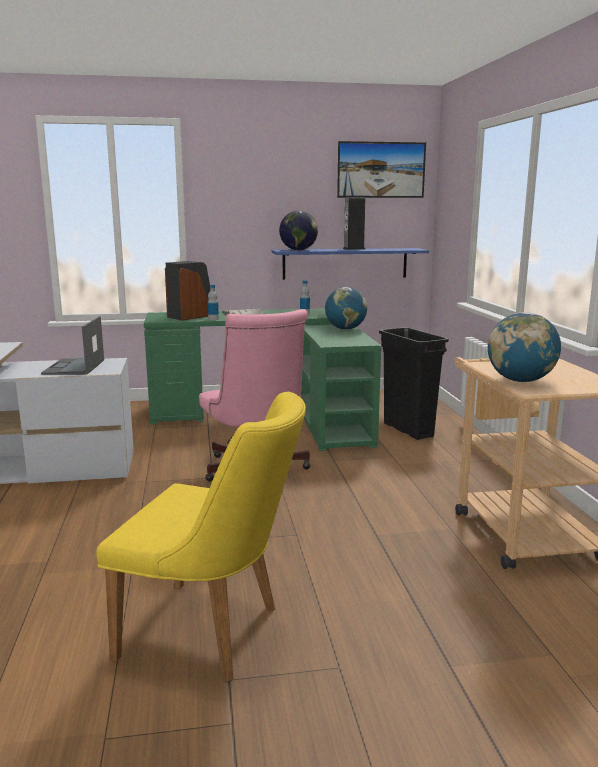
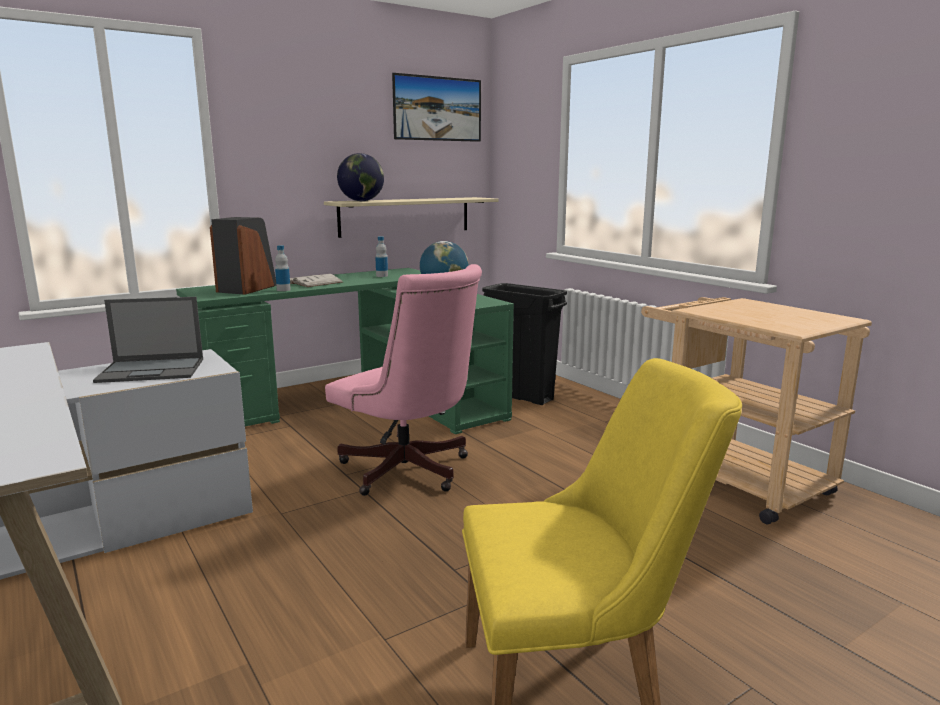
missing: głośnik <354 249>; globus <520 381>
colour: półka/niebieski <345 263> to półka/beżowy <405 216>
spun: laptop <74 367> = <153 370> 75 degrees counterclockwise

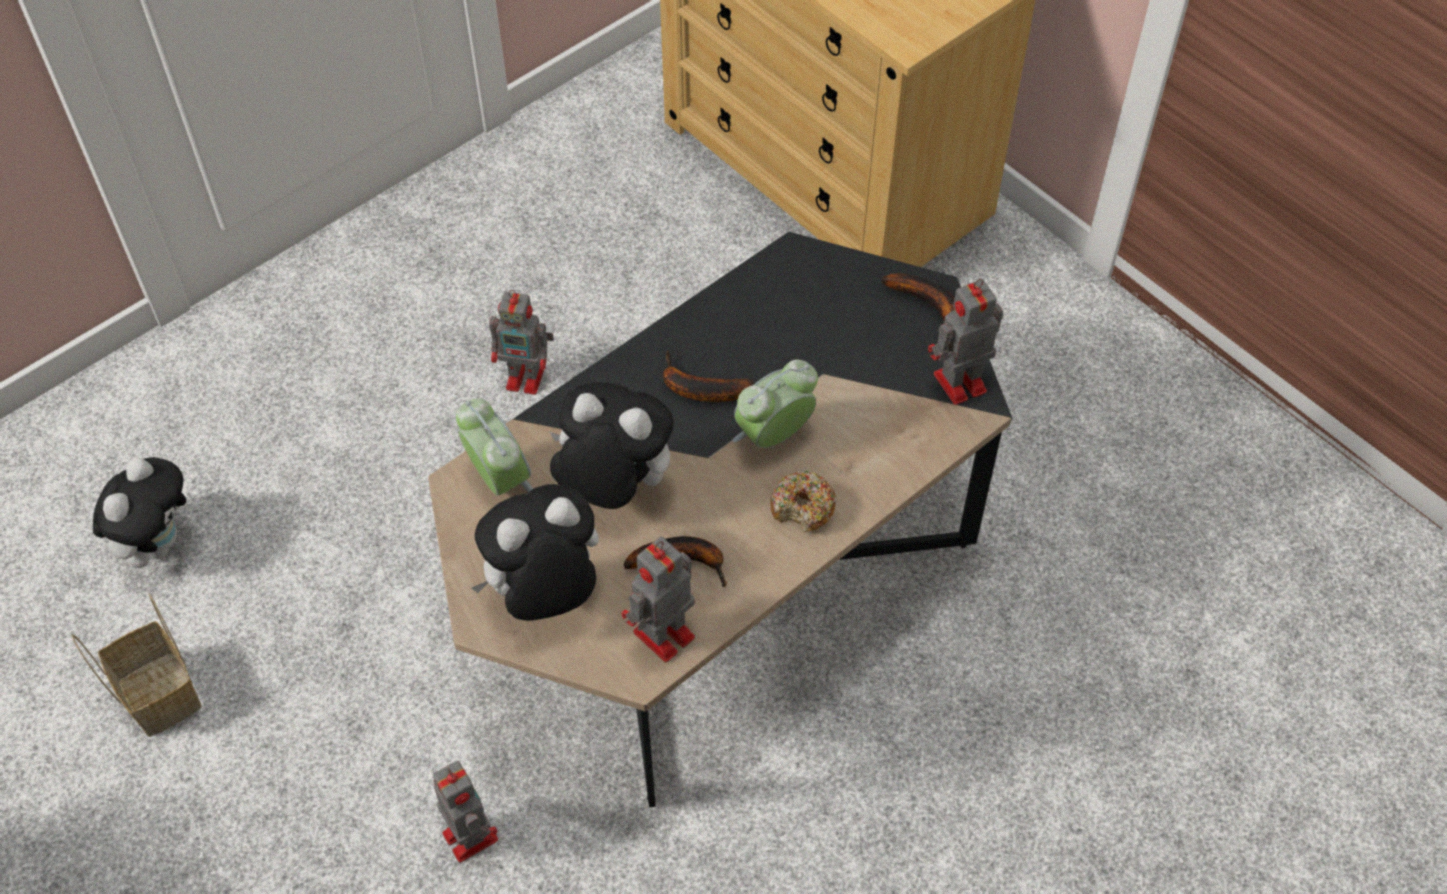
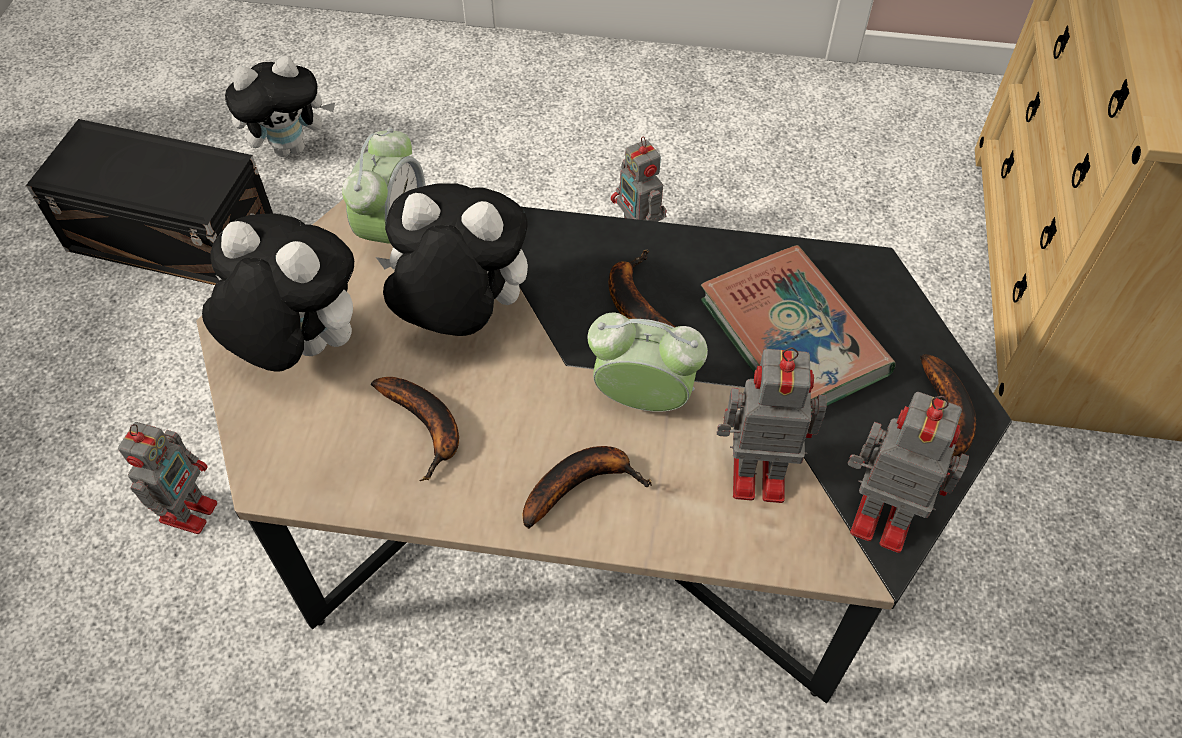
appeared: książka <792 338>
relocated: robot zabawkowy <661 636> to <754 474>
exchanged: koszyk <157 693> to pojemnik do przechowywania/czarny <170 233>; donut <803 507> to banan <582 484>
spun: pluszak <612 488> = <460 317> 60 degrees counterclockwise

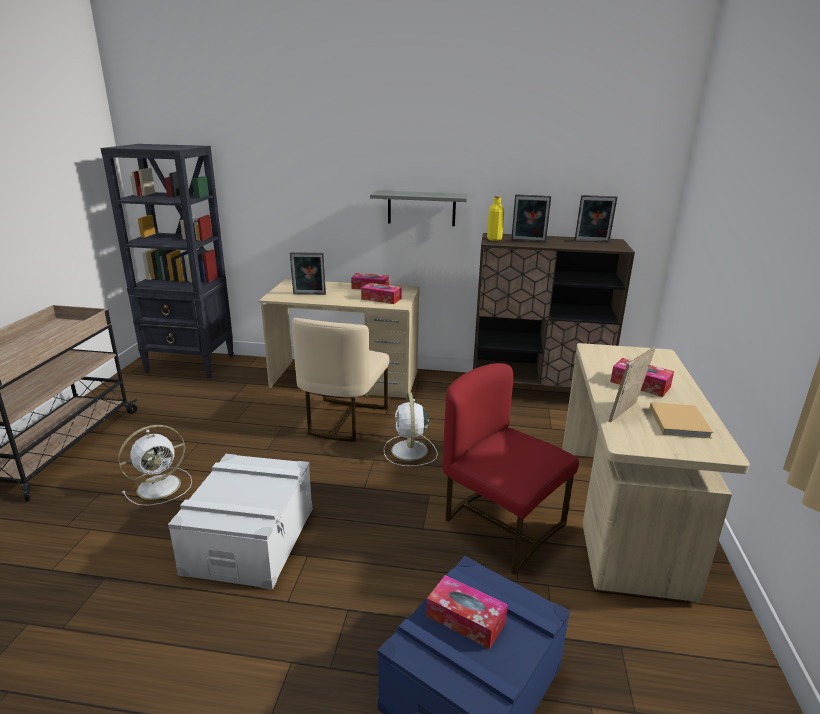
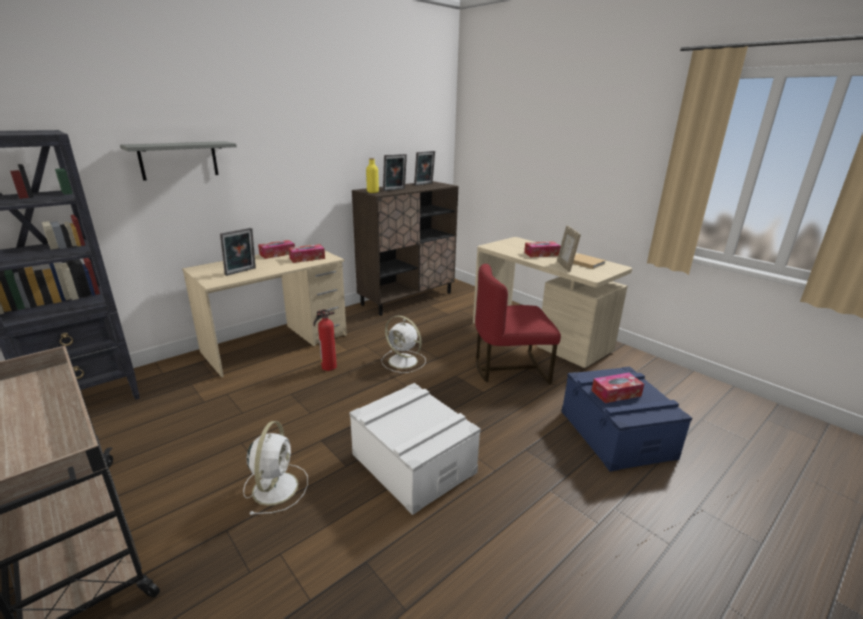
relocated: półka/szary <421 208> to <179 160>
exchanged: krzesło/beżowy <343 420> to gaśnica <328 367>

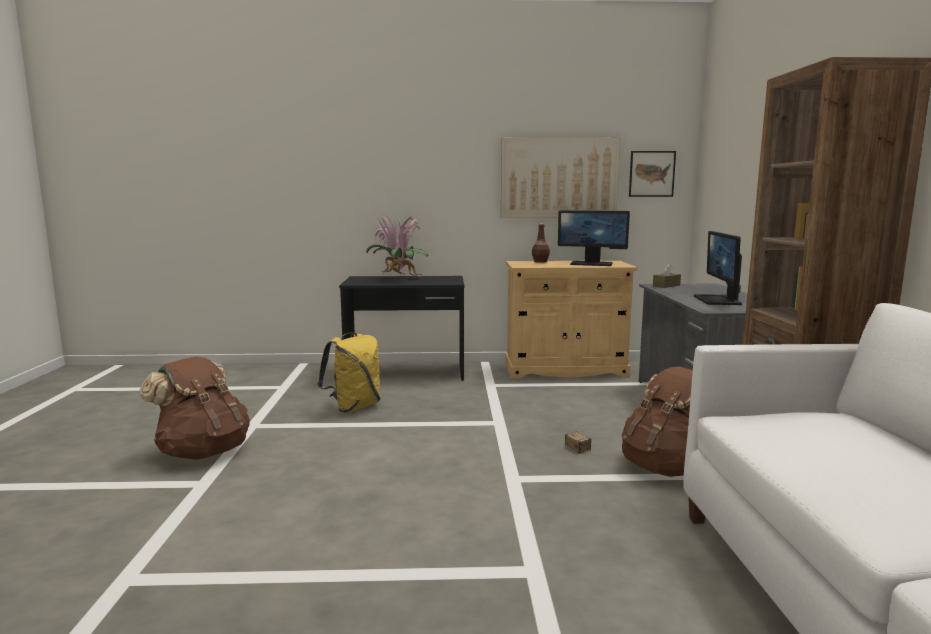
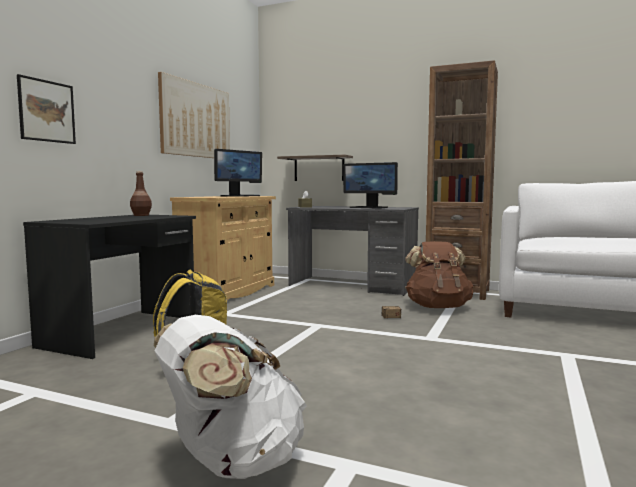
missing: roślina doniczkowa <397 278>
appeared: półka <319 168>
relocated: butelka/brązowy <540 261> to <141 215>; obraz <651 174> to <46 111>
colour: plecak/brązowy <203 452> to plecak/biały <231 462>

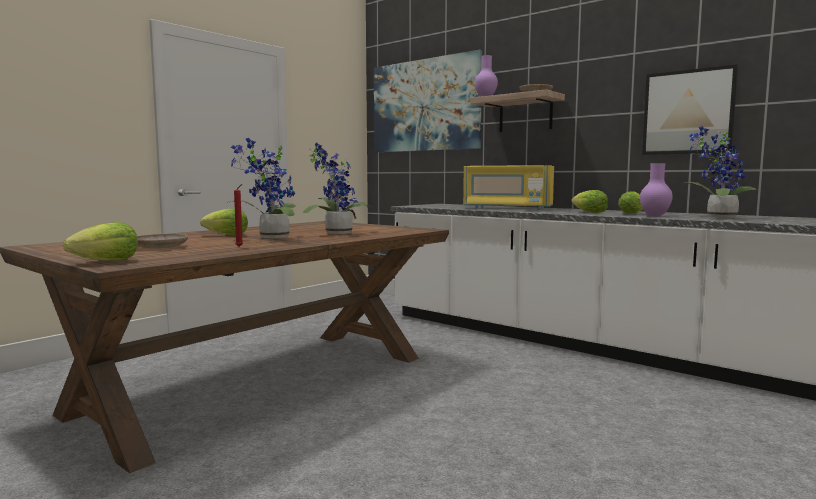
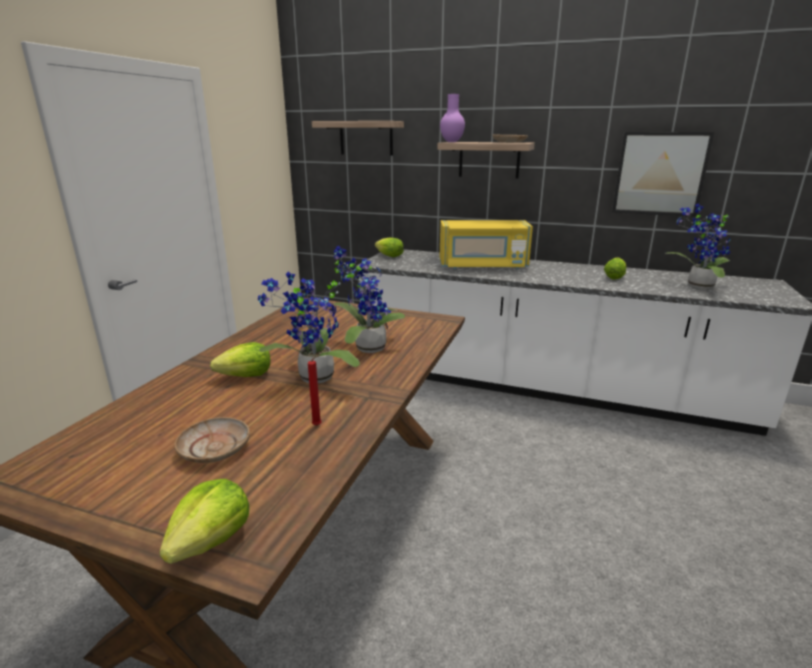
missing: wazon/fioletowy <655 216>
relocated: sałata <589 212> to <389 256>
exchanged: obraz <425 105> to półka <366 138>

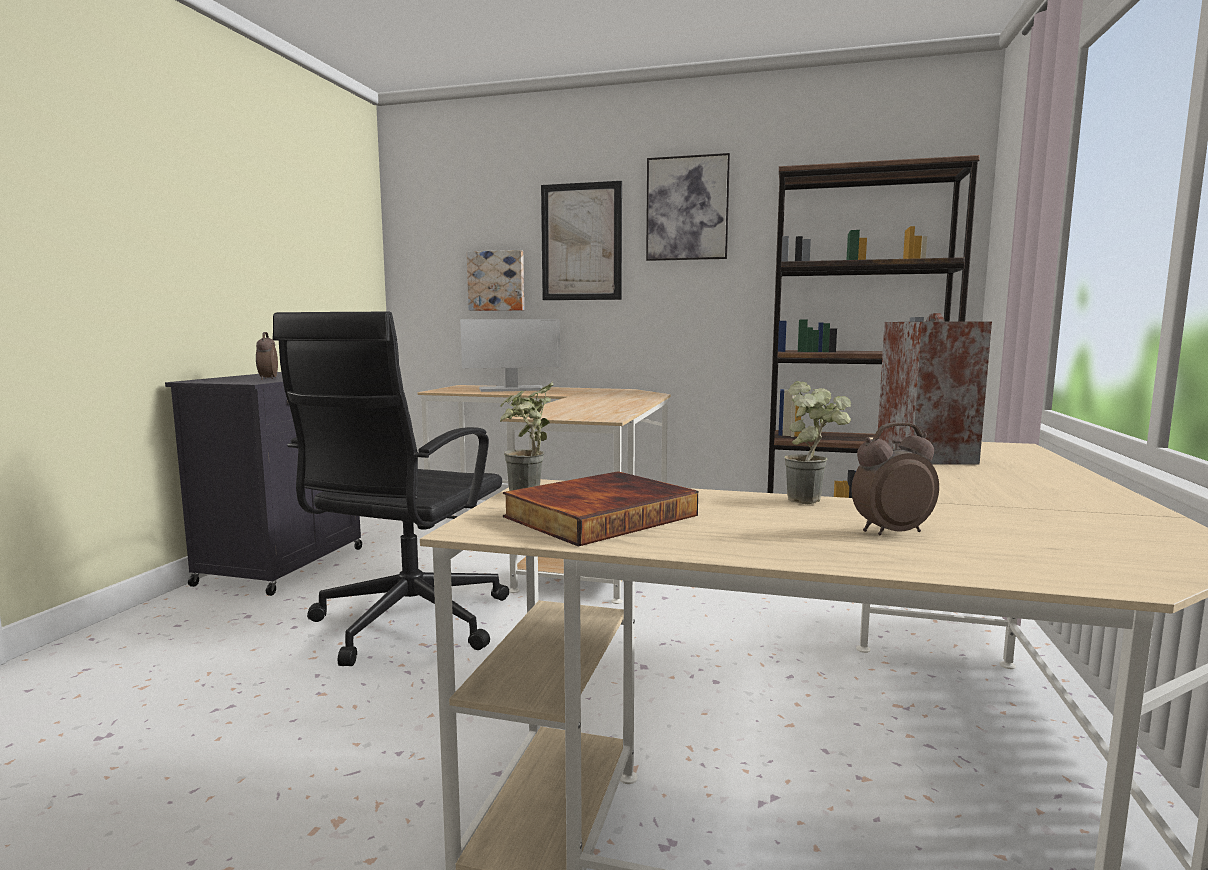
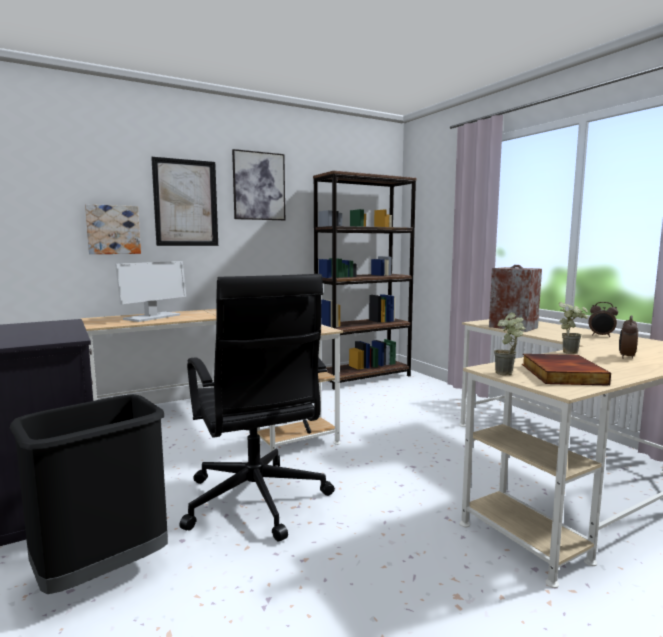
appeared: kosz na śmieci/czarny <102 574>
relocated: budzik <267 379> to <601 336>

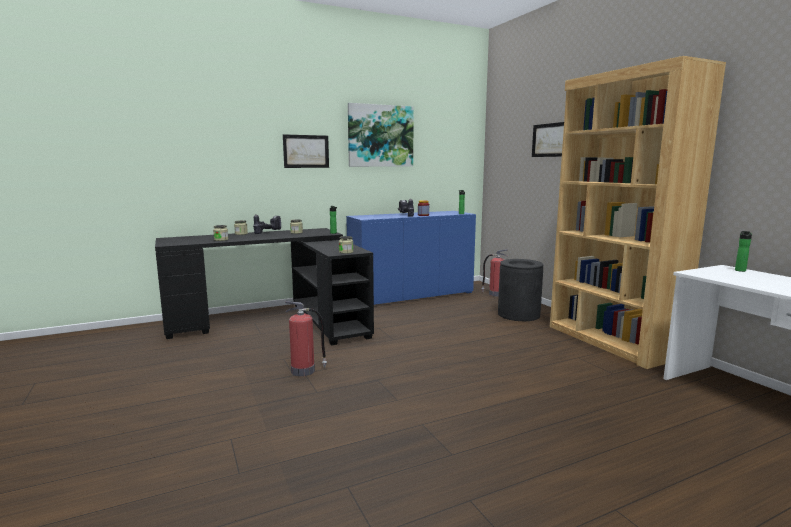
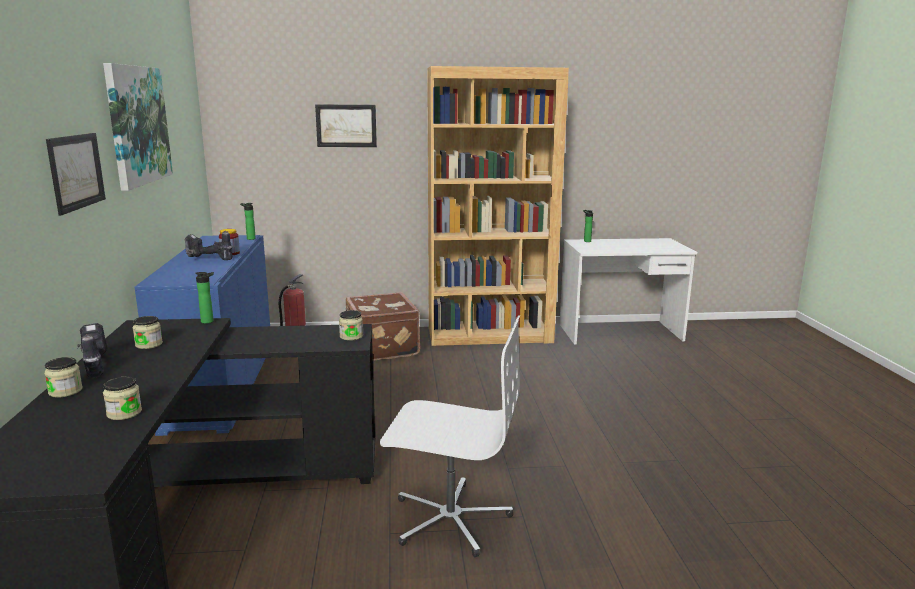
exchanged: gaśnica <304 371> to krzesło biurowe/biały <450 518>; kosz na śmieci/czarny <518 314> to walizka/brązowy <381 348>

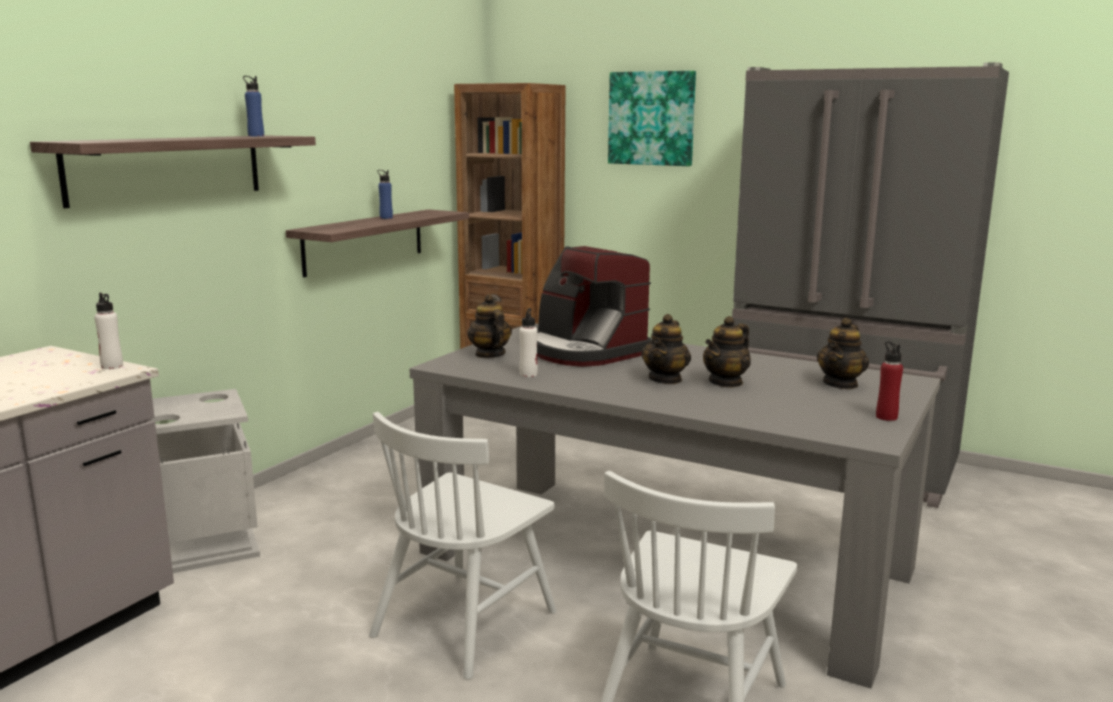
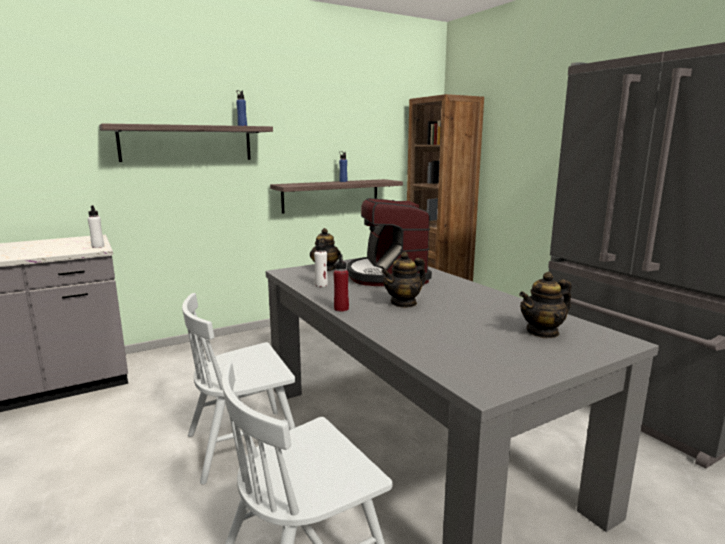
missing: kosz na śmieci/szary <203 545>; obraz <651 118>; imbryk <726 382>
relocated: butelka/czerwony <886 417> to <341 309>

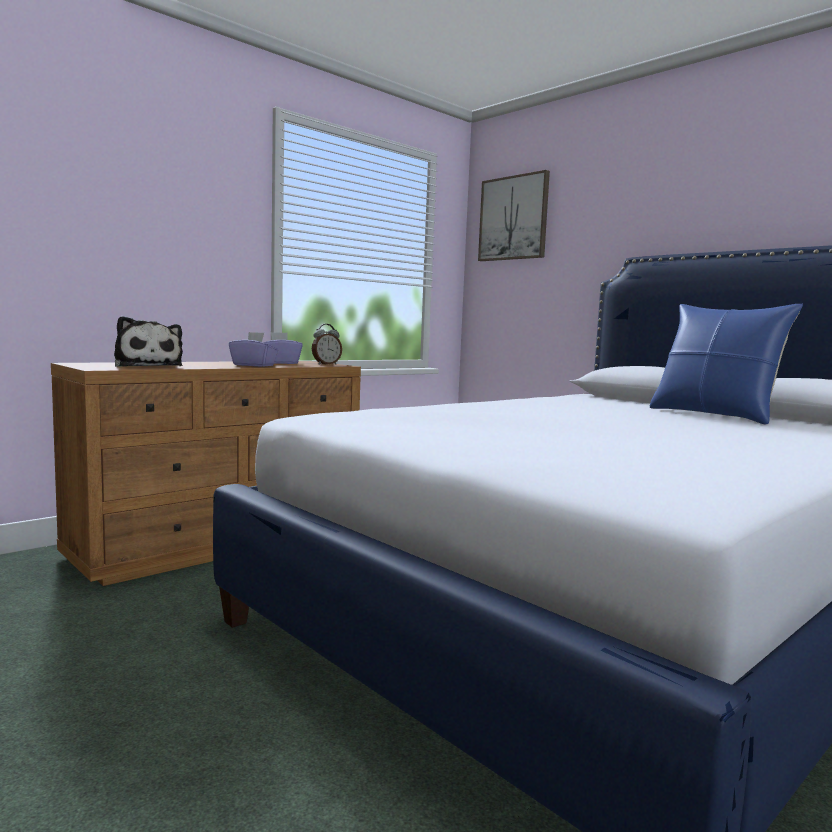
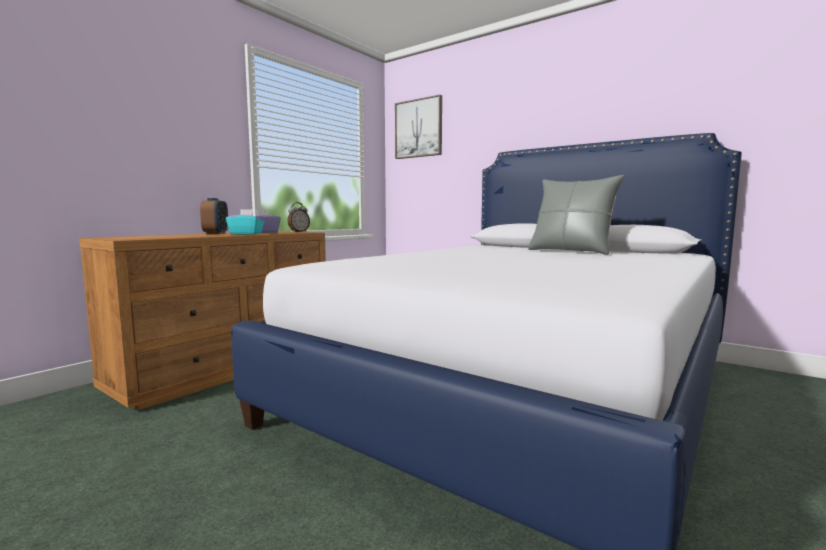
missing: pluszak <147 366>
appeared: budzik <216 233>
colour: pudełko chusteczek/fioletowy <253 365> to pudełko chusteczek/turkusowy <246 234>; poduszka/niebieski <714 415> to poduszka/szary <571 251>

